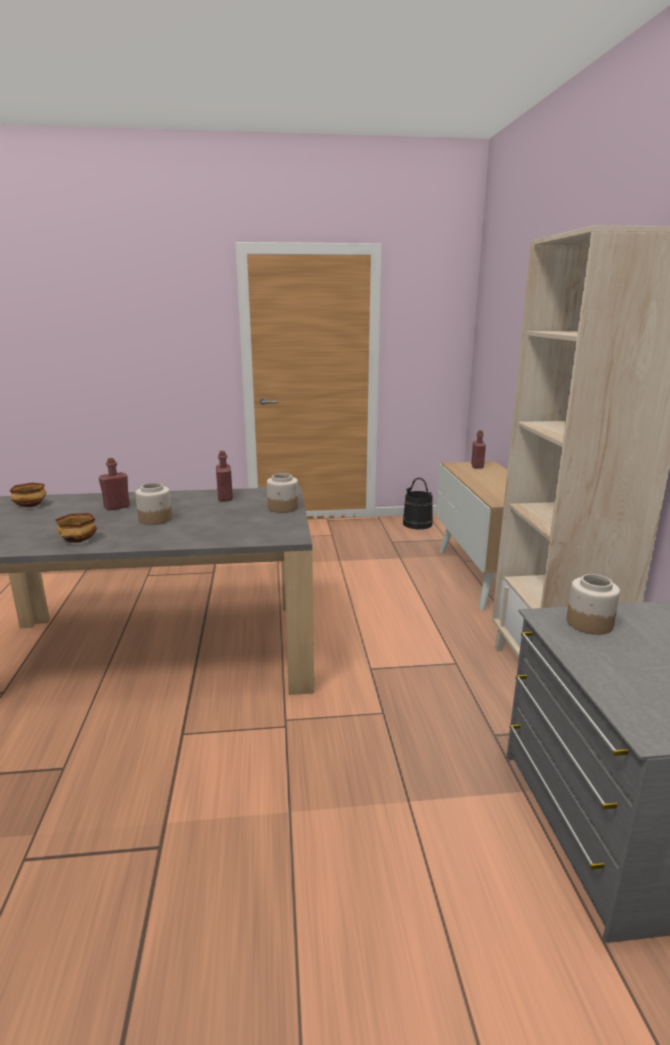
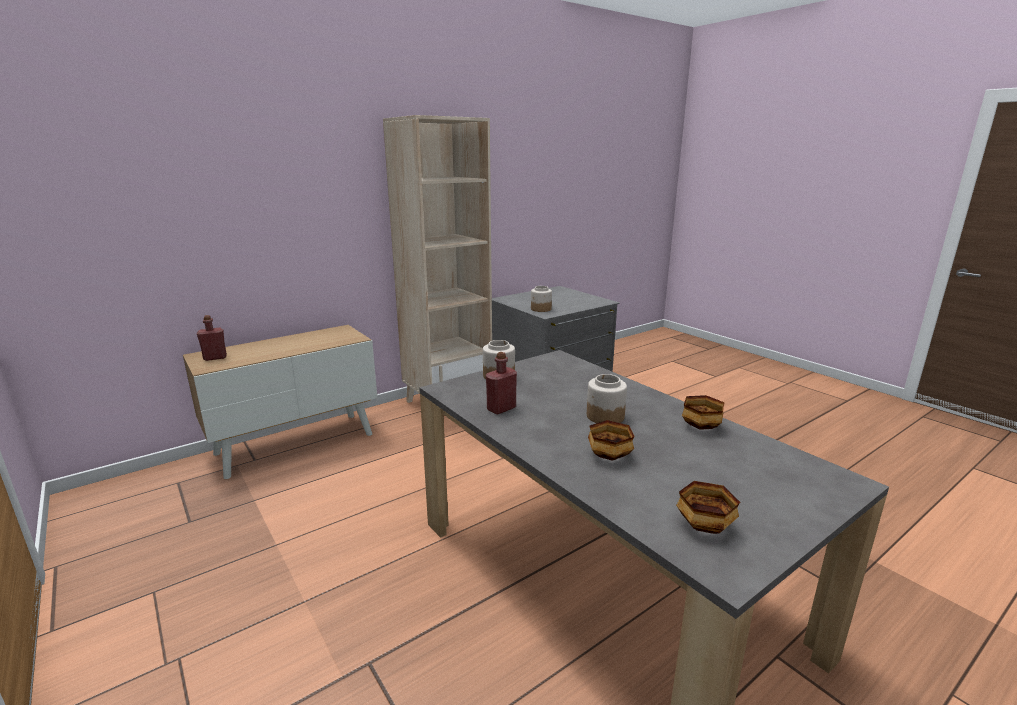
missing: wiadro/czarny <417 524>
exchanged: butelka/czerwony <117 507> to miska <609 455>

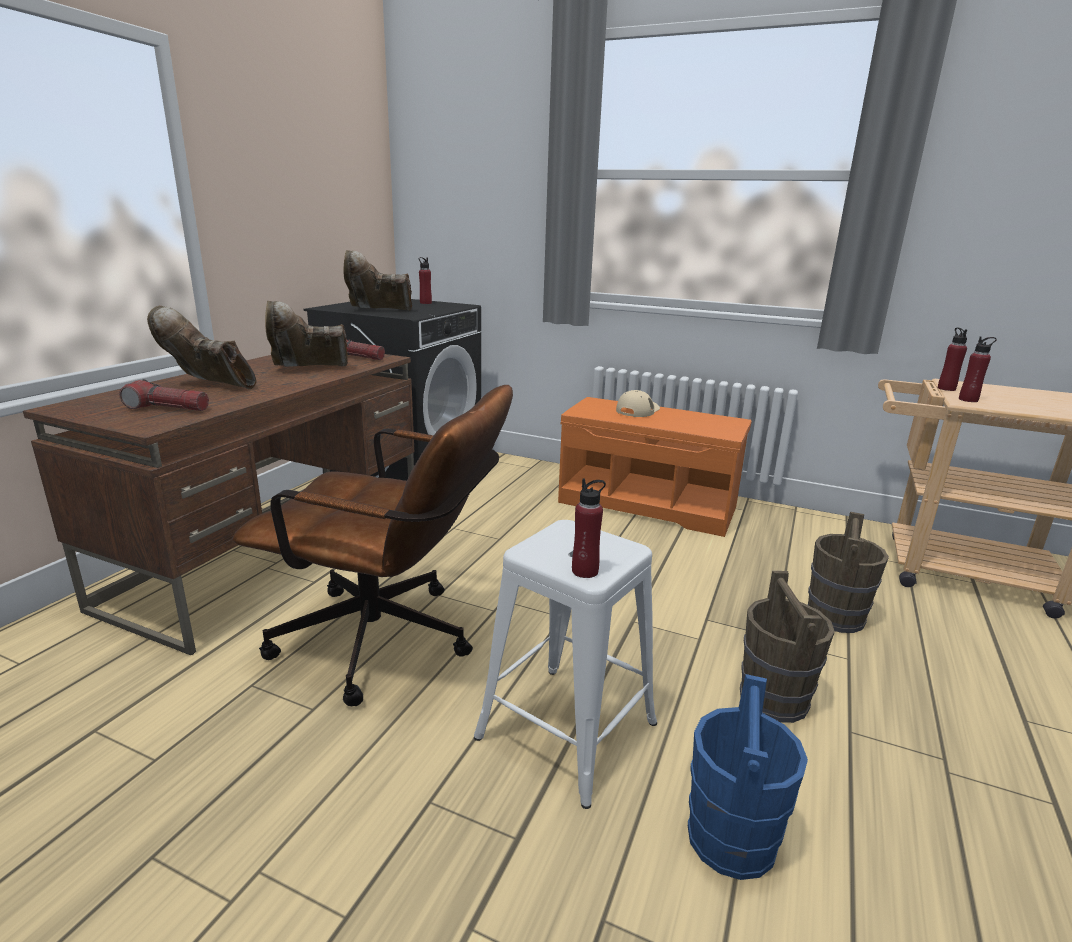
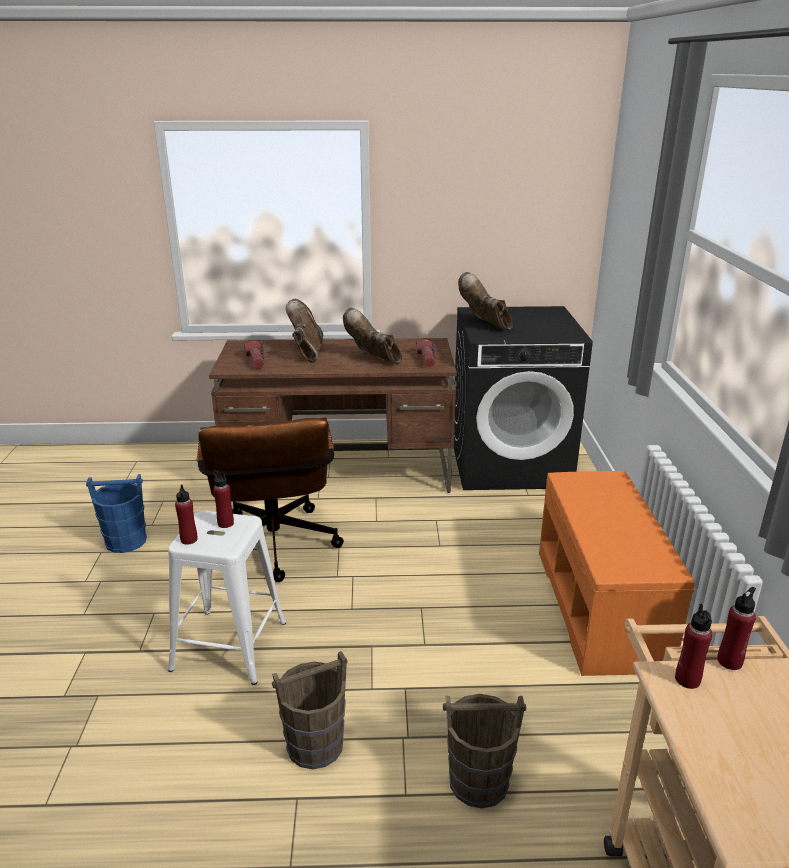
missing: czapka z daszkiem/beżowy <638 410>
relocated: butelka/czerwony <425 303> to <225 523>; wiadro/niebieski <731 839> to <125 541>

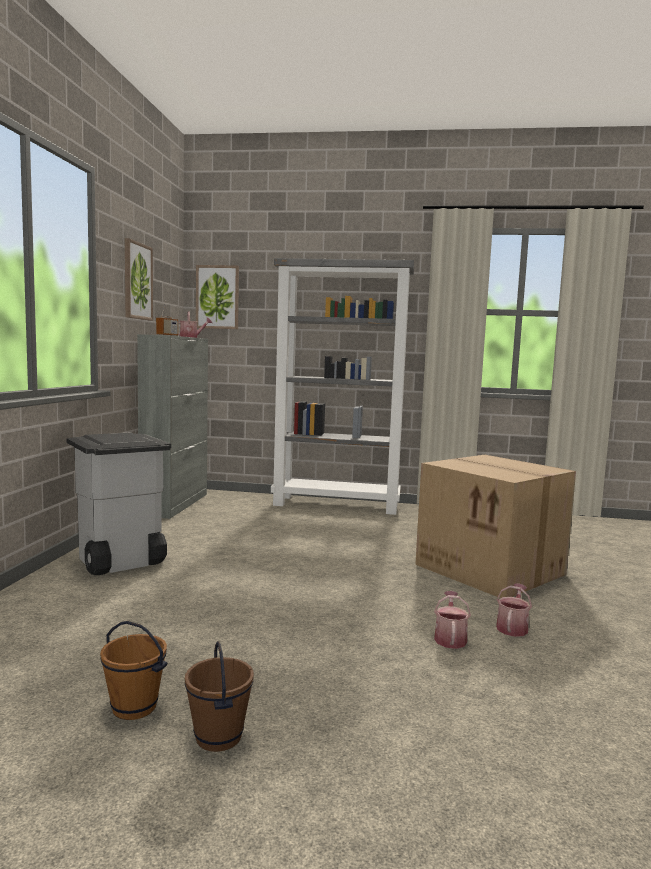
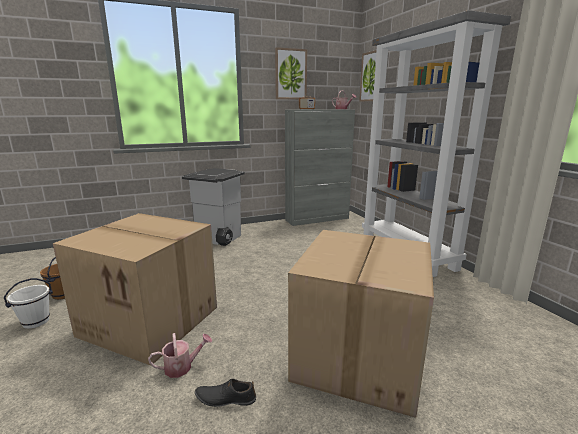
appeared: karton <152 320>
exchanged: konewka <512 627> to but/czarny <225 398>
colour: wiadro/brązowy <217 737> to wiadro/biały <36 321>

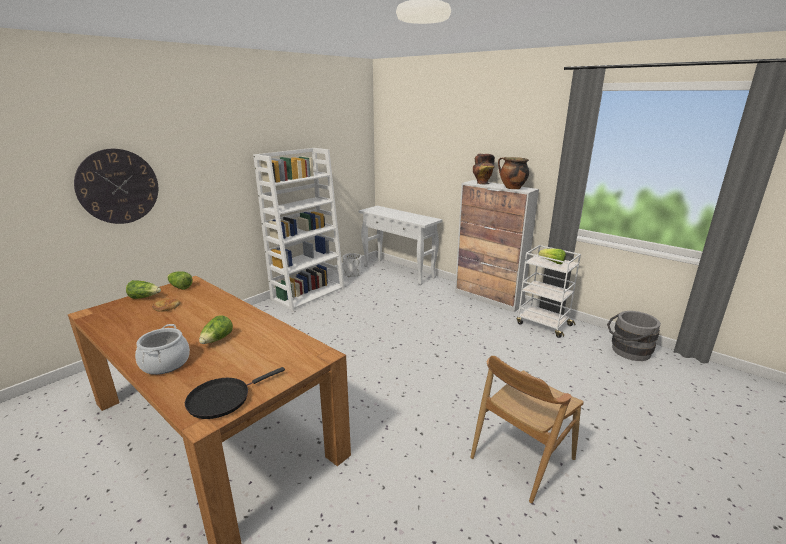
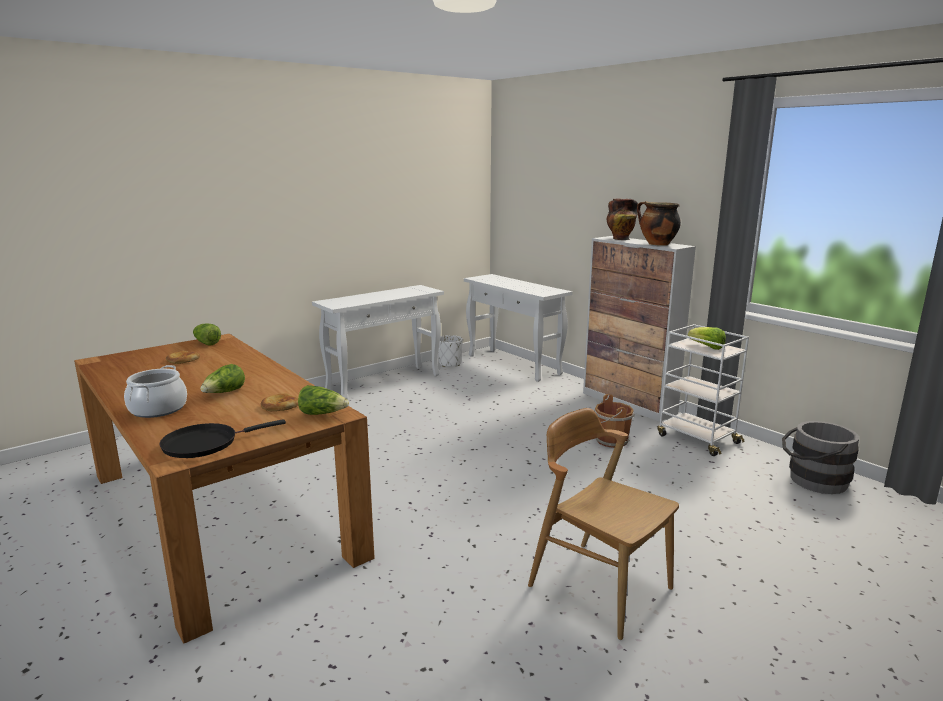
missing: zegar ścienny <118 186>
appeared: chleb <280 406>; wiadro/brązowy <610 441>
relocated: sałata <144 297> to <322 414>
exchanged: regał/biały <308 294> to stolik konsolowy/biały <384 382>
spun: krzesło/brązowy <521 458> = <599 587> 75 degrees clockwise

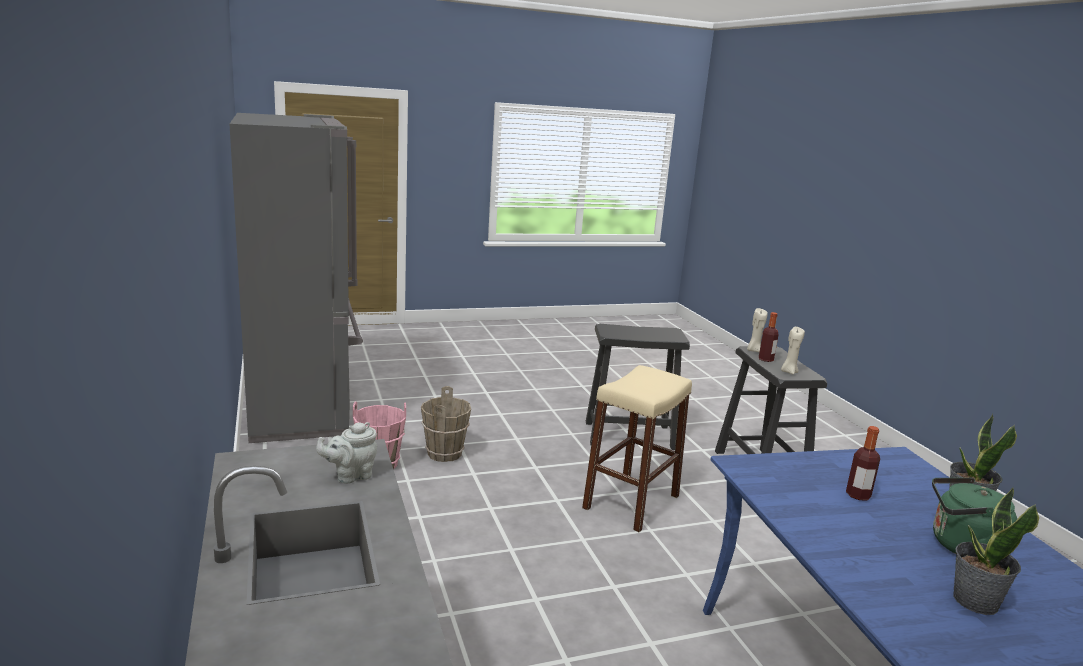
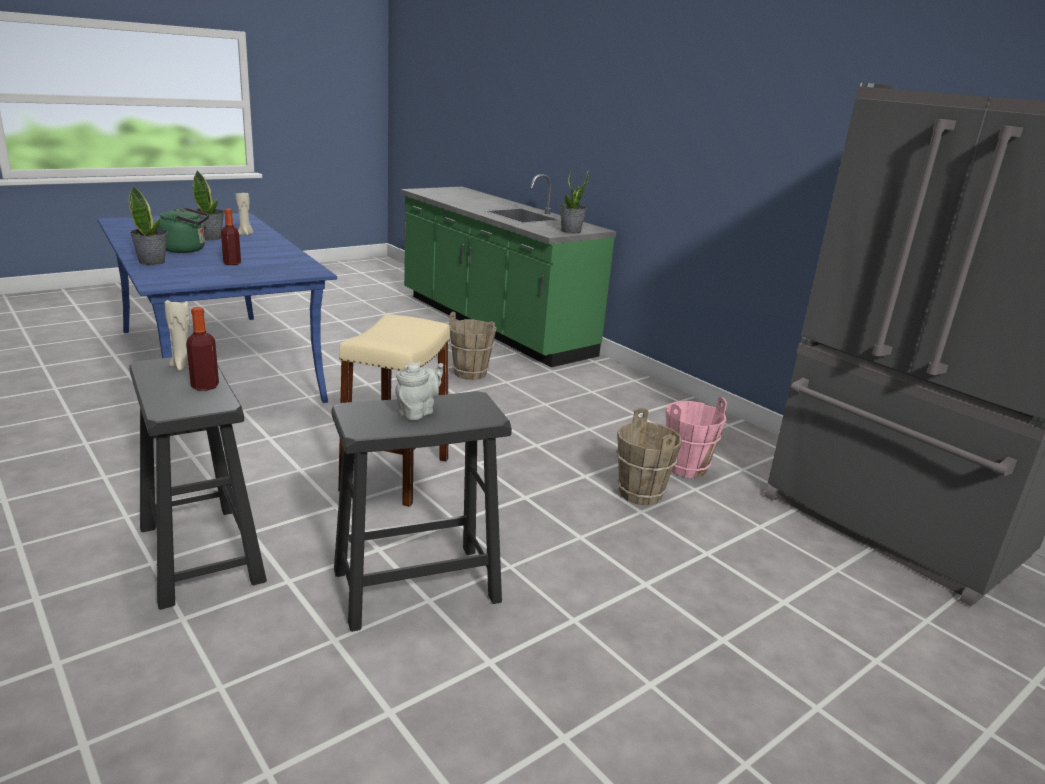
appeared: wiadro/brązowy <470 373>; roślina doniczkowa <571 231>
relocated: imbryk/szary <350 476> to <418 412>; świeca/beżowy <753 350> to <245 234>

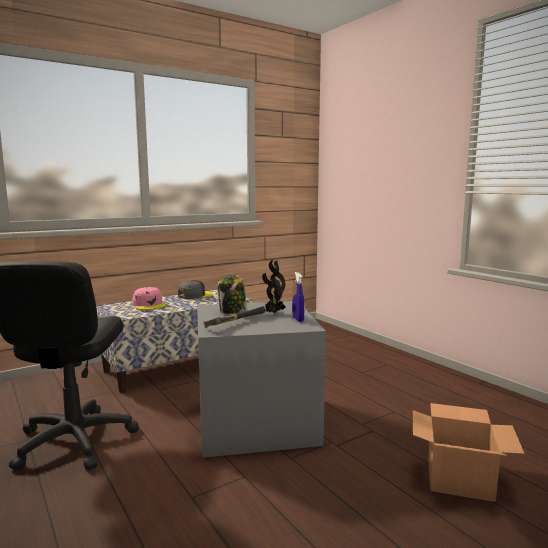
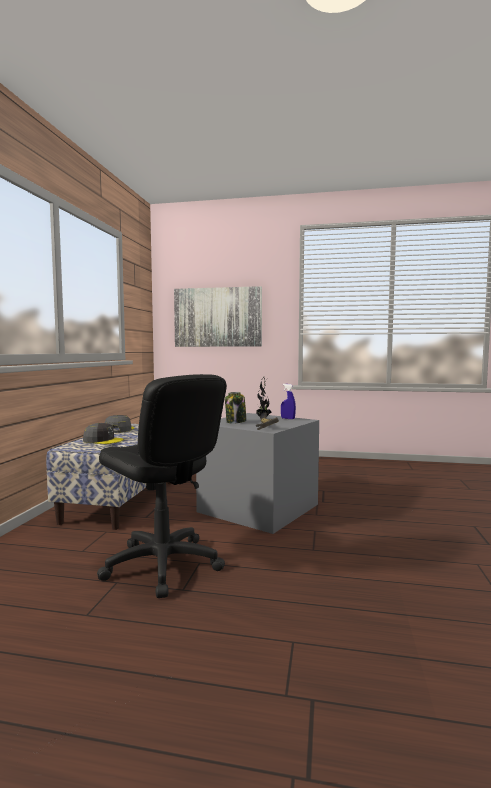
missing: karton <458 479>
appeared: obraz <217 317>
colour: czapka z daszkiem/różowy <149 305> to czapka z daszkiem/szary <103 440>

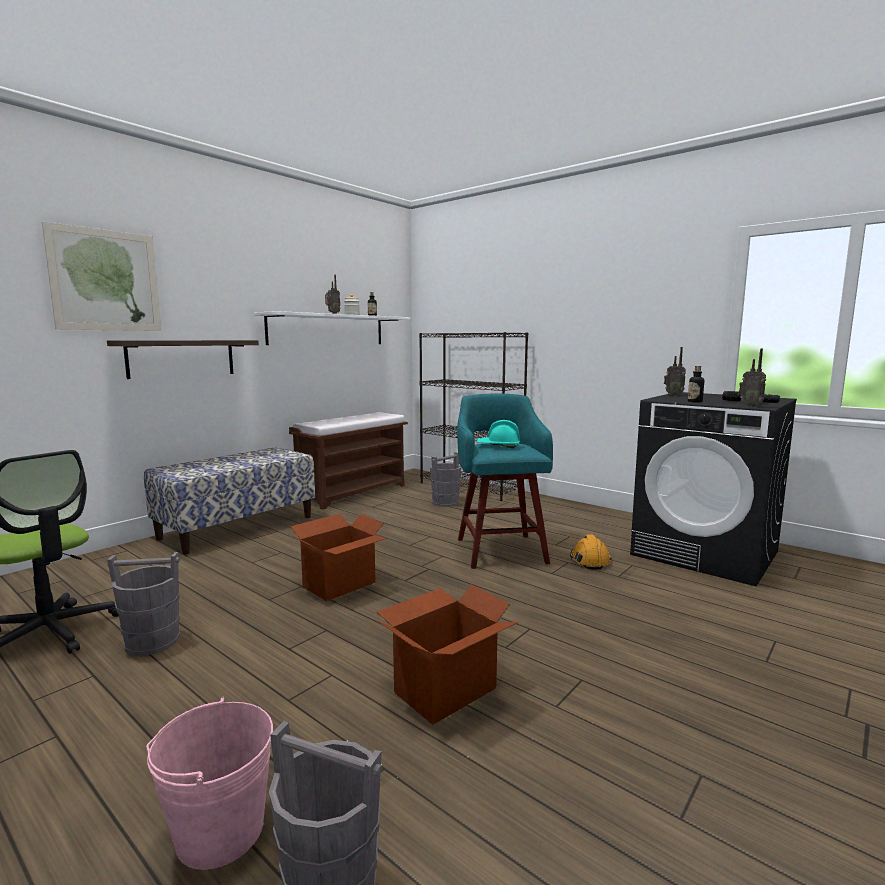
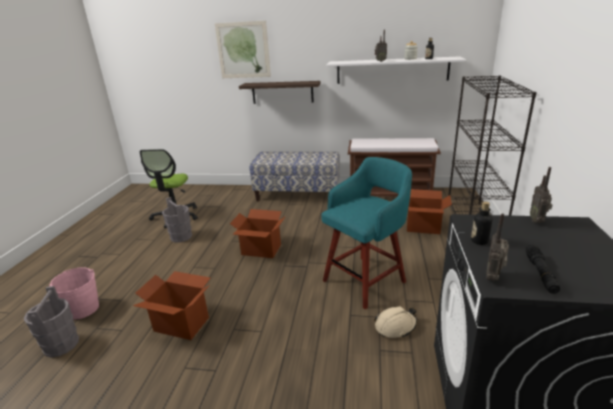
missing: kask/turkusowy <498 446>
exchanged: wiadro/szary <445 502> to karton <423 227>
colour: kask/pomarańczowy <590 560> to kask/beżowy <395 326>

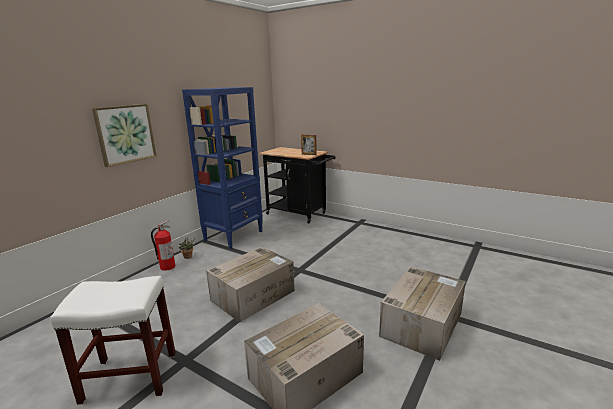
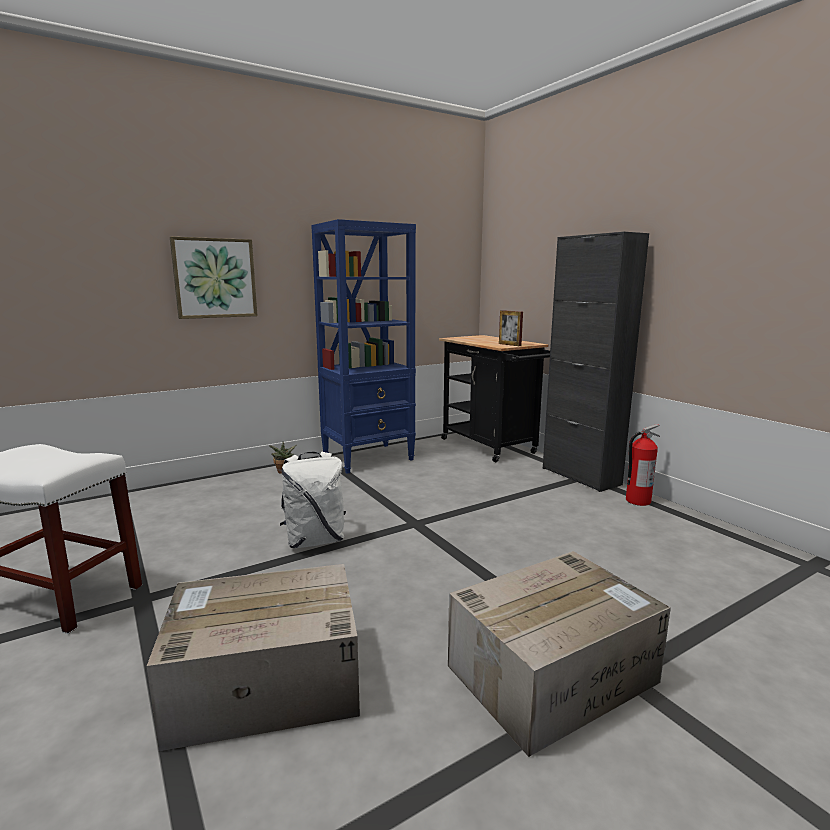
appeared: szafka/czarny <580 476>
relocated: gaśnica <167 267> to <637 501>
exchanged: karton <253 295> to plecak/biały <315 540>

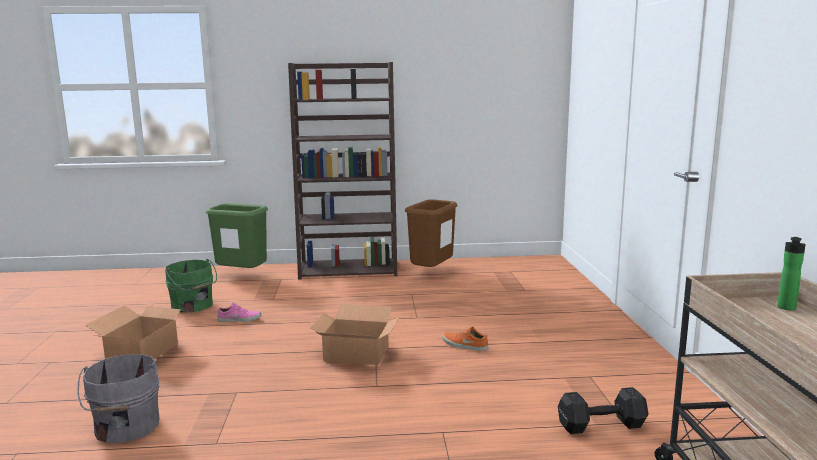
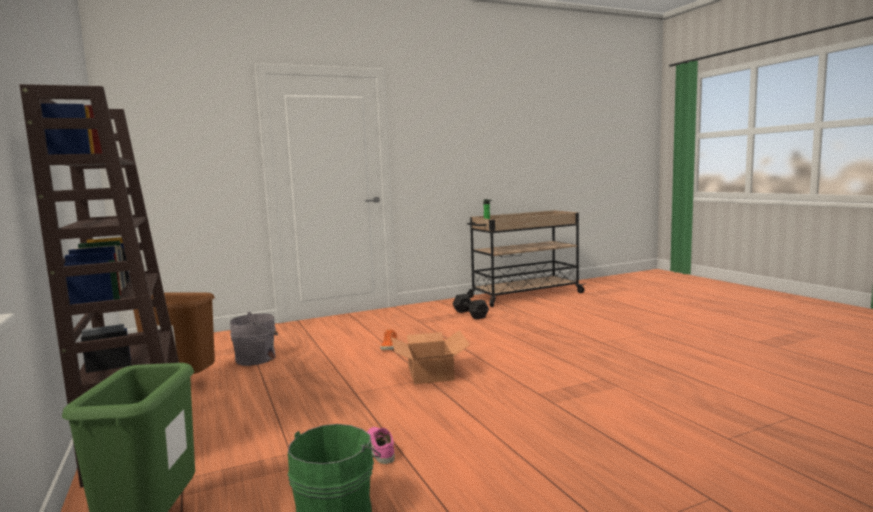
missing: karton <143 352>
relocated: wiadro/szary <126 428> to <258 358>

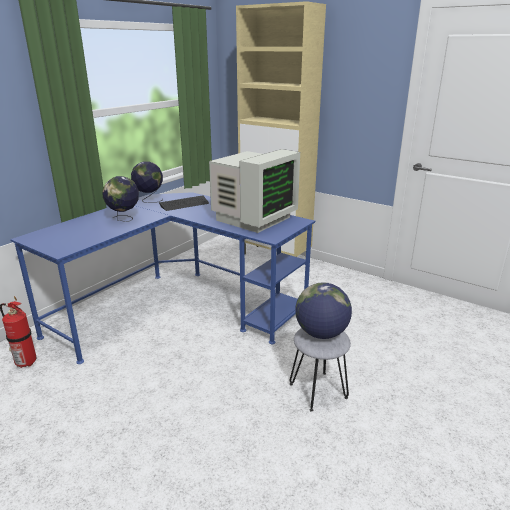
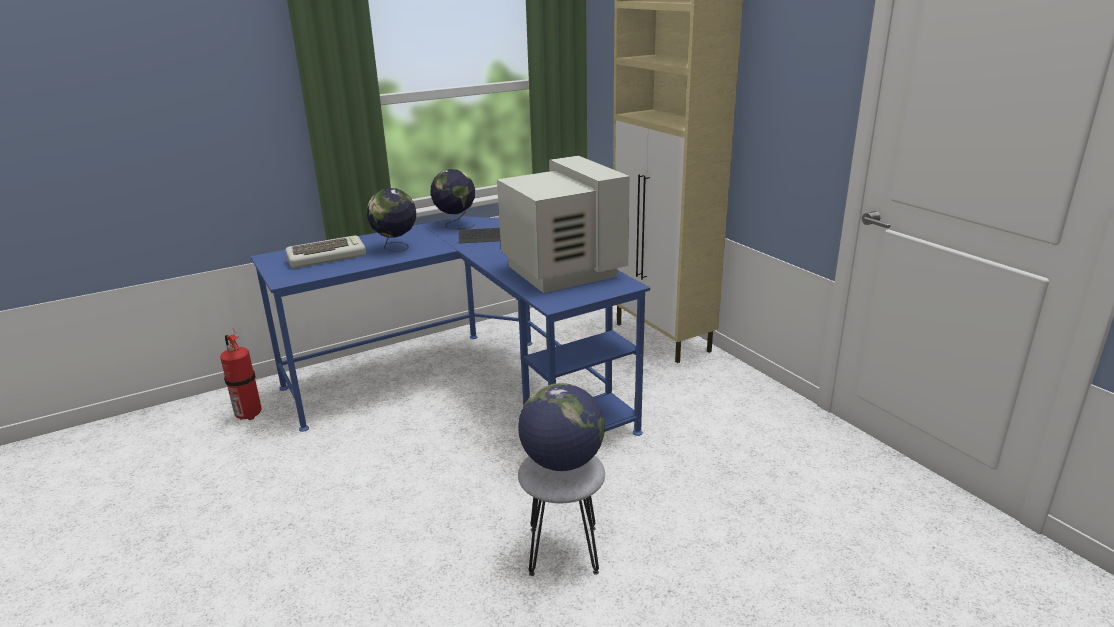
appeared: klawiatura <327 257>
spun: monitor <253 218> = <561 271> 90 degrees counterclockwise

